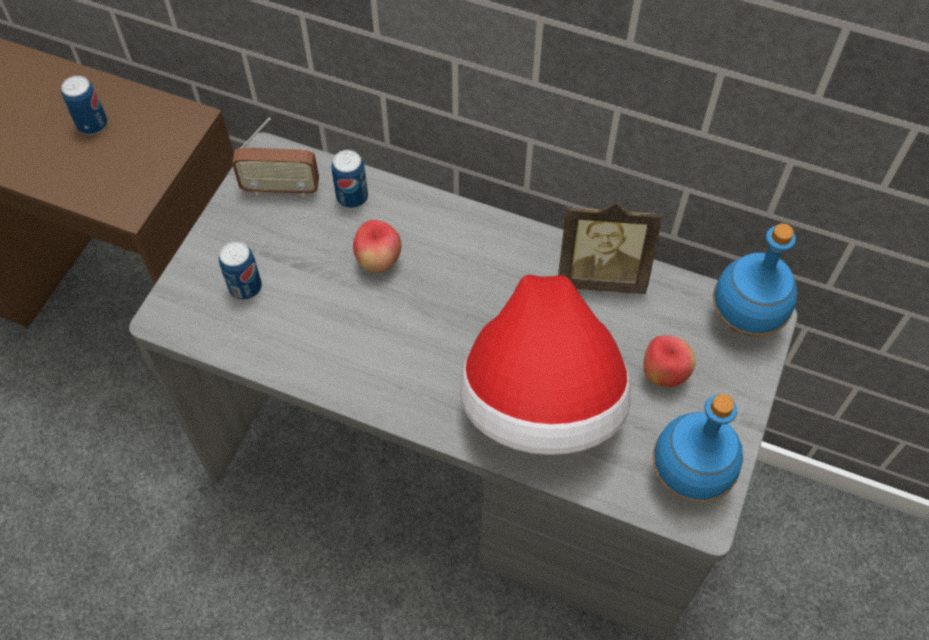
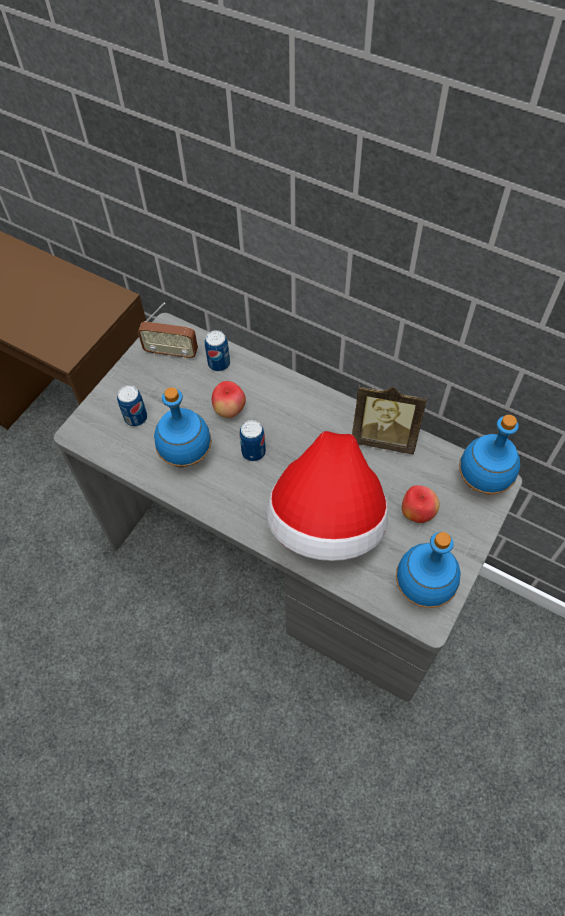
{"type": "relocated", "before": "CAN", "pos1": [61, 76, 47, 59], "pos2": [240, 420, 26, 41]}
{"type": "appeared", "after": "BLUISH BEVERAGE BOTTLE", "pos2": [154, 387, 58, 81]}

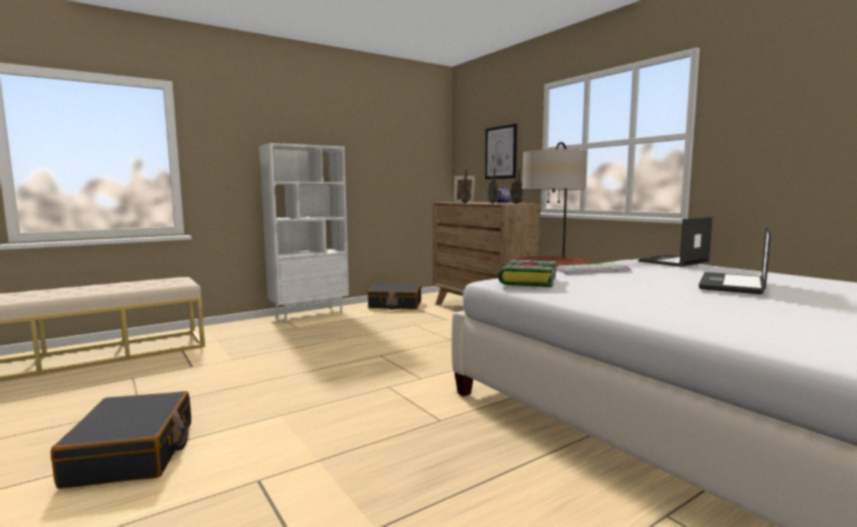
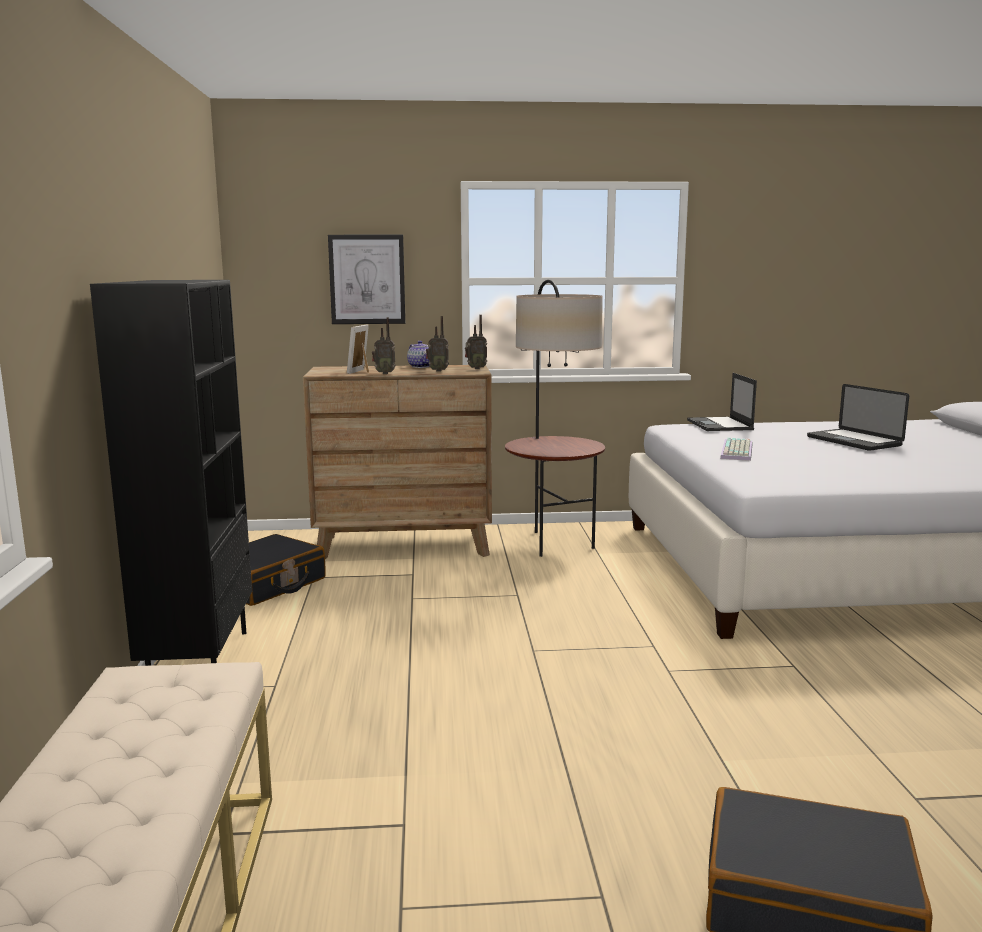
{"type": "colour", "before": "WHITE BOOKSHELF", "after": "BLACKISH BOOKSHELF", "pos1": [259, 143, 90, 180], "pos2": [90, 280, 162, 386]}
{"type": "missing", "before": "BOOK", "pos1": [498, 260, 59, 27]}

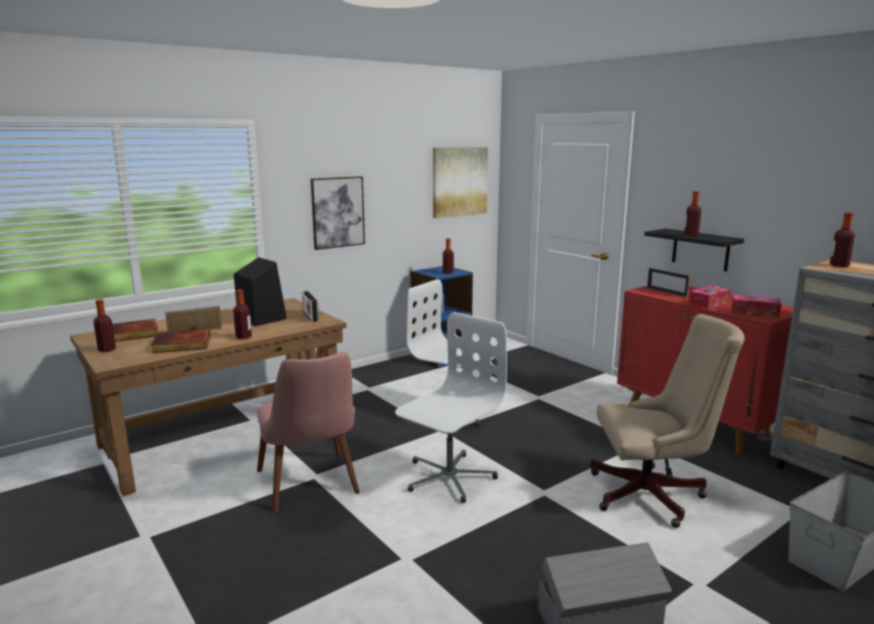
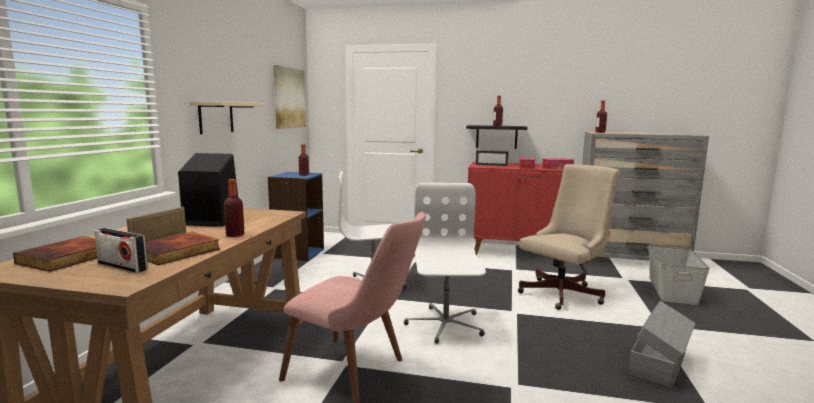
{"type": "missing", "before": "BEVERAGE BOTTLE", "pos1": [93, 299, 23, 53]}
{"type": "relocated", "before": "RADIO SET", "pos1": [302, 291, 17, 31], "pos2": [94, 228, 54, 45]}
{"type": "exchanged", "before": "PICTURE", "after": "BEIGE-COLOURED WALL SHELF", "pos1": [311, 176, 54, 74], "pos2": [190, 101, 75, 33]}

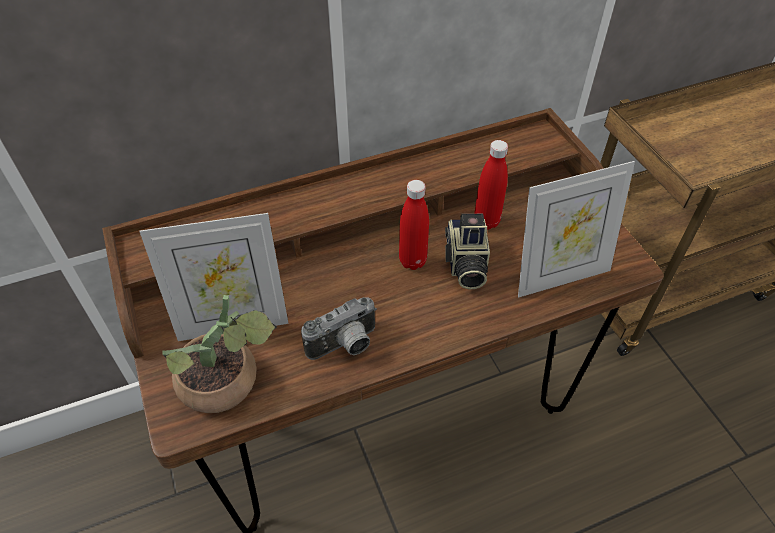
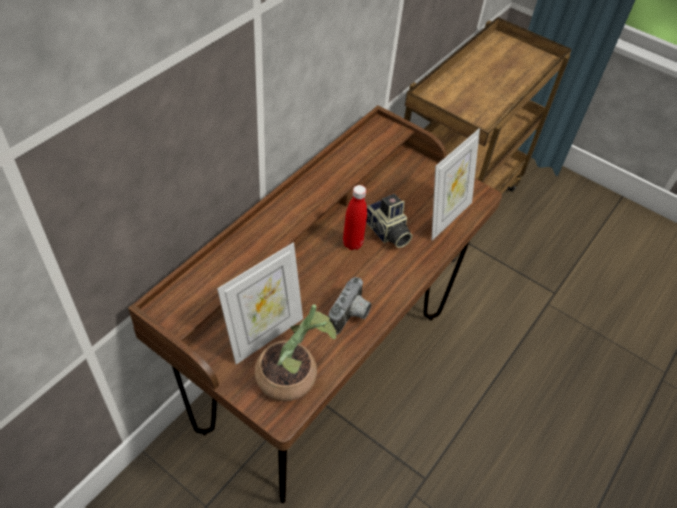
{"type": "missing", "before": "RED-COLOURED BEVERAGE BOTTLE", "pos1": [474, 140, 34, 90]}

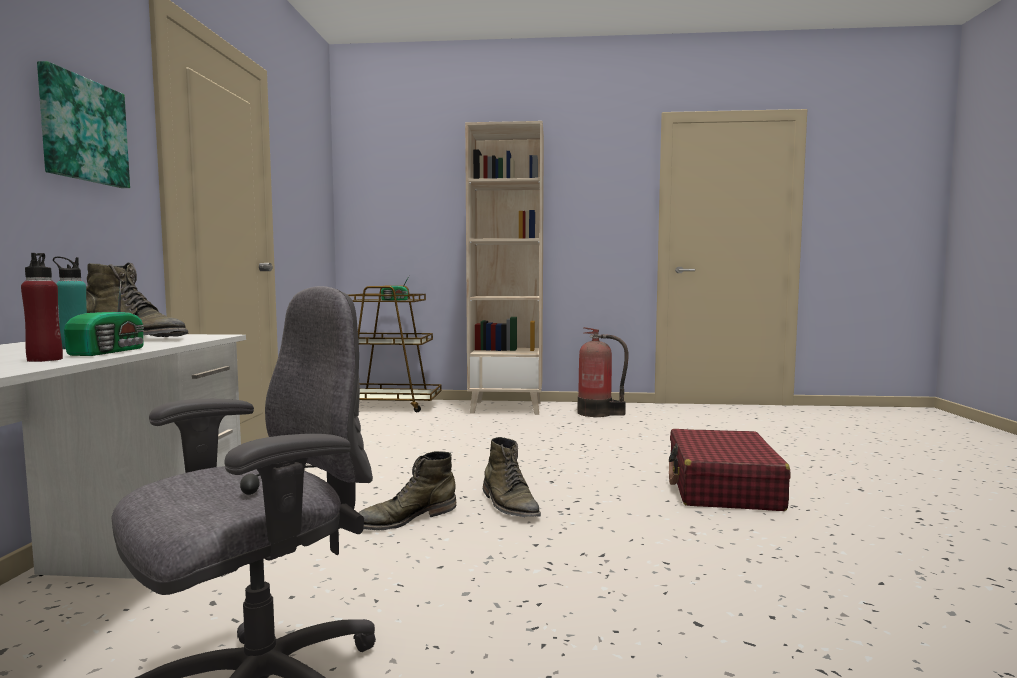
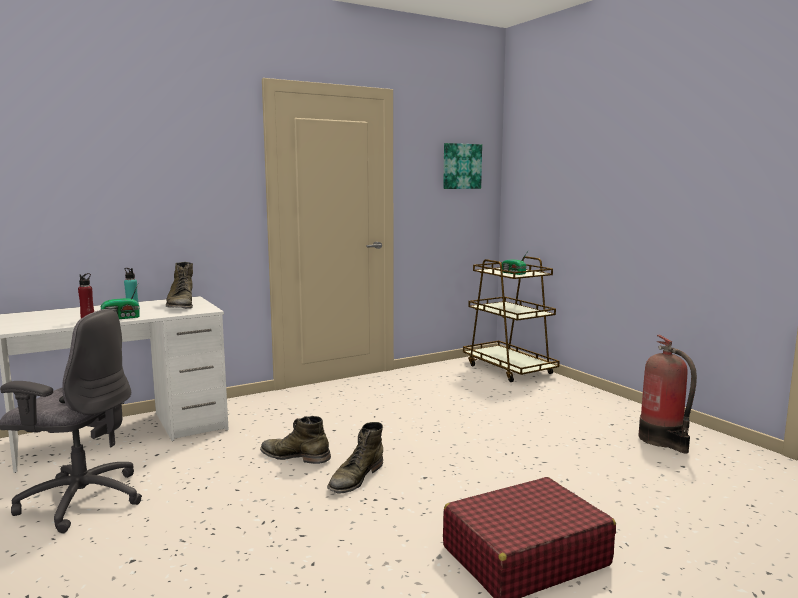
{"type": "relocated", "before": "PICTURE", "pos1": [37, 61, 93, 127], "pos2": [443, 143, 39, 46]}
{"type": "missing", "before": "BEIGE-COLOURED BOOKSHELF", "pos1": [465, 121, 79, 294]}

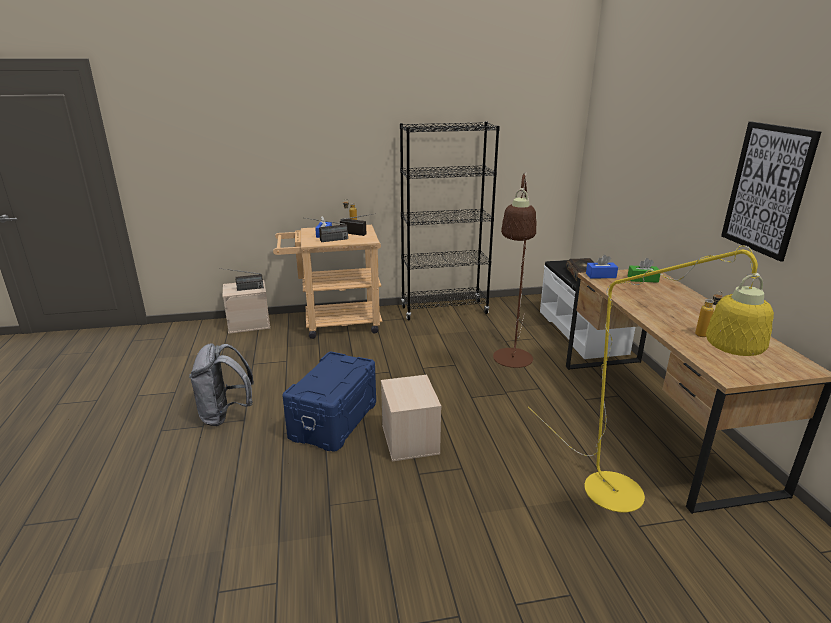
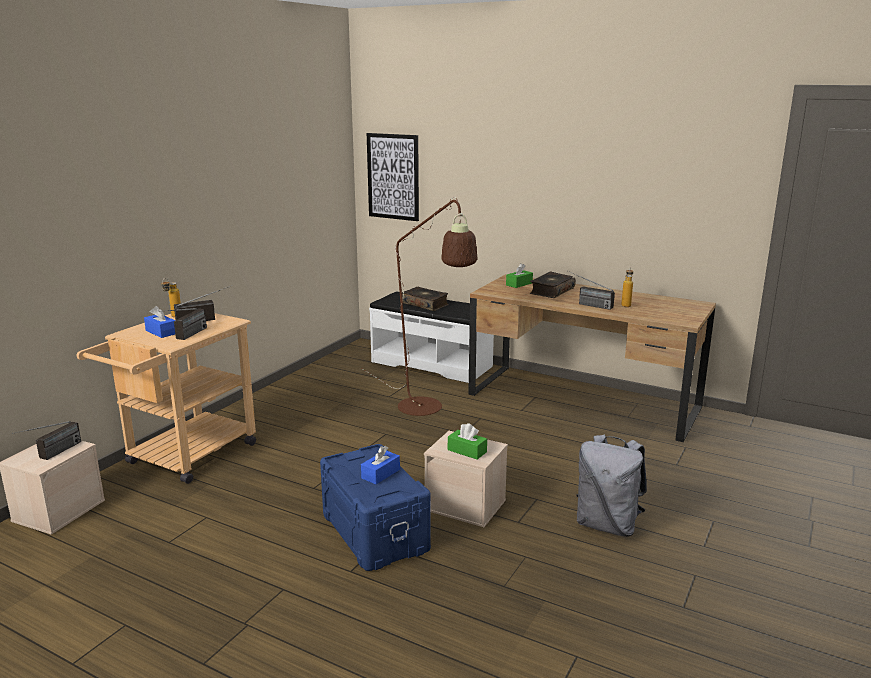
{"type": "relocated", "before": "GREY RUCKSACK", "pos1": [189, 343, 65, 83], "pos2": [576, 434, 71, 103]}
{"type": "missing", "before": "BLACKISH BOOKSHELF", "pos1": [400, 122, 100, 198]}
{"type": "missing", "before": "YELLOW STANDARD LAMP", "pos1": [528, 246, 246, 267]}
{"type": "relocated", "before": "BLUISH TISSUE HOLDER", "pos1": [586, 255, 32, 24], "pos2": [361, 446, 39, 38]}
{"type": "relocated", "before": "PICTURE", "pos1": [721, 122, 100, 140], "pos2": [367, 133, 52, 88]}
{"type": "appeared", "after": "GREEN-COLOURED TISSUE HOLDER", "pos2": [448, 423, 39, 36]}
{"type": "appeared", "after": "BOOK", "pos2": [530, 272, 46, 26]}
{"type": "appeared", "after": "RADIO SET", "pos2": [568, 271, 47, 39]}

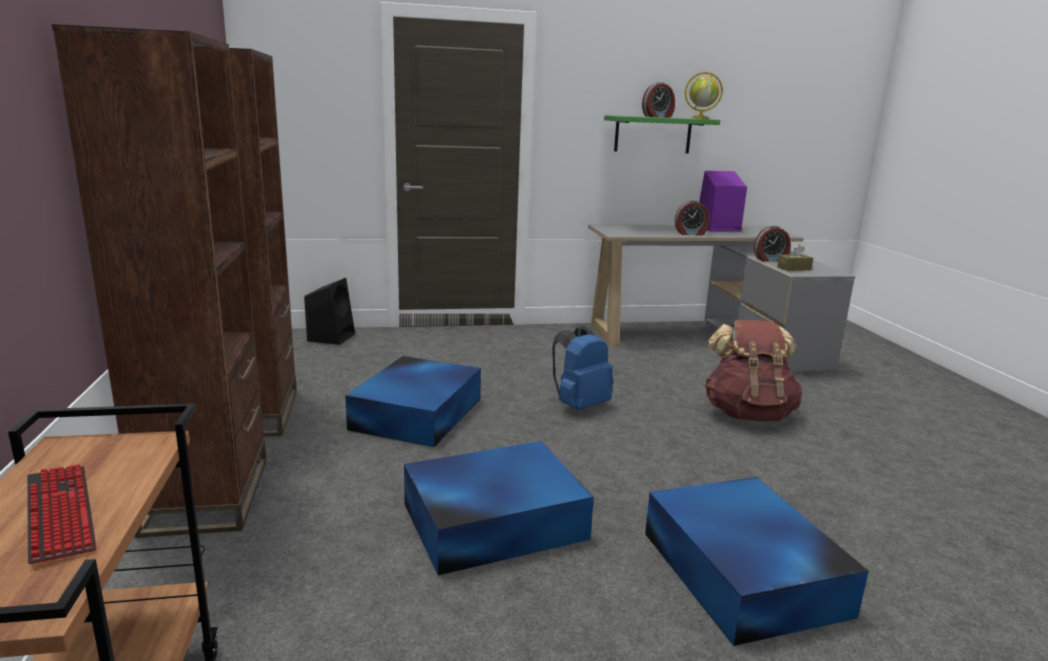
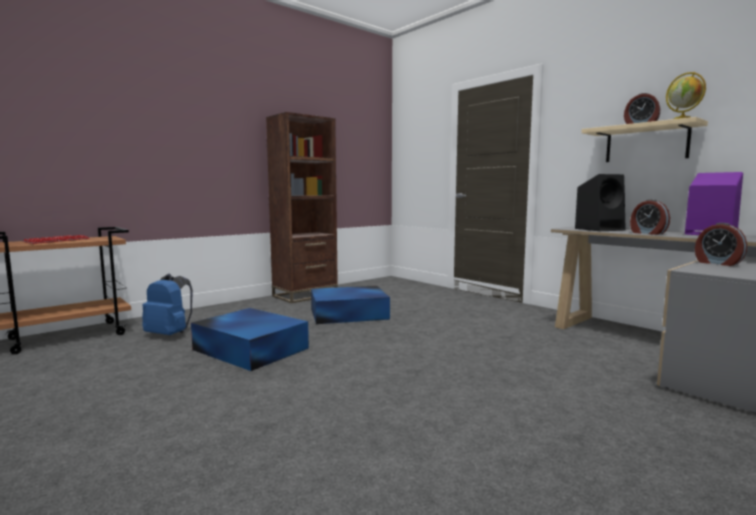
{"type": "missing", "before": "BROWNISH BOOKSHELF", "pos1": [52, 24, 215, 514]}
{"type": "relocated", "before": "BLACKISH LOUDSPEAKER", "pos1": [304, 278, 51, 67], "pos2": [575, 174, 51, 57]}
{"type": "relocated", "before": "BLUISH RUCKSACK", "pos1": [552, 326, 61, 84], "pos2": [142, 274, 51, 61]}
{"type": "colour", "before": "GREEN-COLOURED WALL SHELF", "after": "BEIGE-COLOURED WALL SHELF", "pos1": [604, 115, 116, 38], "pos2": [581, 117, 127, 45]}
{"type": "missing", "before": "BLUISH STORAGE BOX", "pos1": [645, 477, 224, 169]}
{"type": "missing", "before": "BROWNISH RUCKSACK", "pos1": [704, 320, 99, 102]}
{"type": "missing", "before": "BROWNISH TISSUE HOLDER", "pos1": [777, 244, 36, 27]}

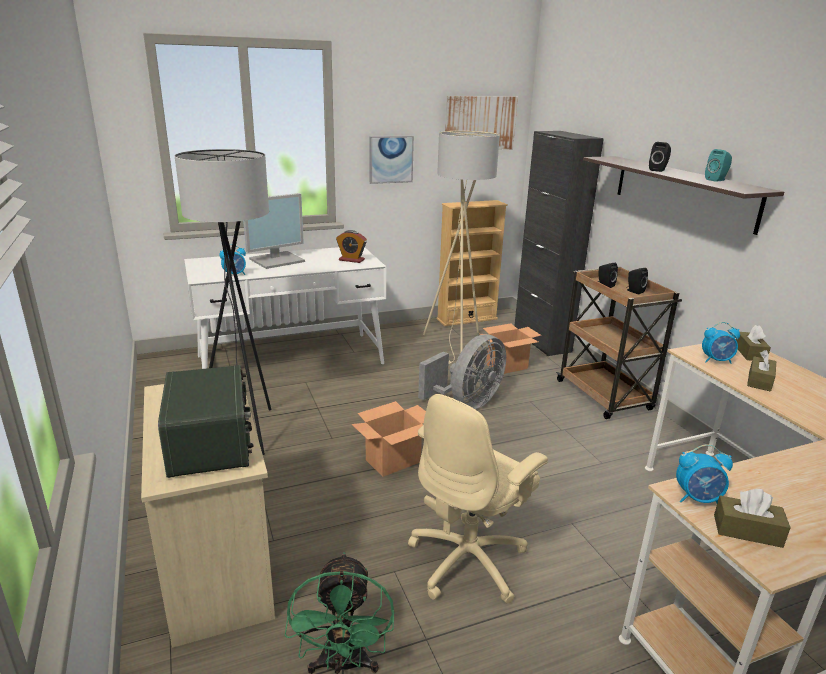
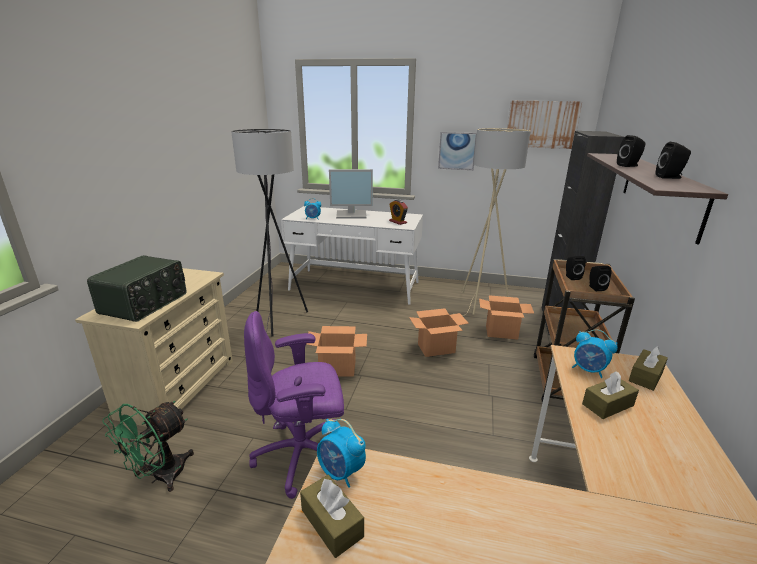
{"type": "colour", "before": "BEIGE-COLOURED DESK CHAIR", "after": "PURPLISH DESK CHAIR", "pos1": [408, 394, 140, 210], "pos2": [244, 311, 100, 188]}
{"type": "exchanged", "before": "GREY FAN", "after": "CARDBOARD BOX", "pos1": [418, 334, 88, 75], "pos2": [409, 308, 60, 49]}
{"type": "missing", "before": "BEIGE-COLOURED BOOKSHELF", "pos1": [437, 200, 71, 126]}
{"type": "colour", "before": "TURQUOISE LOUDSPEAKER", "after": "BLACKISH LOUDSPEAKER", "pos1": [705, 149, 27, 33], "pos2": [656, 142, 35, 37]}

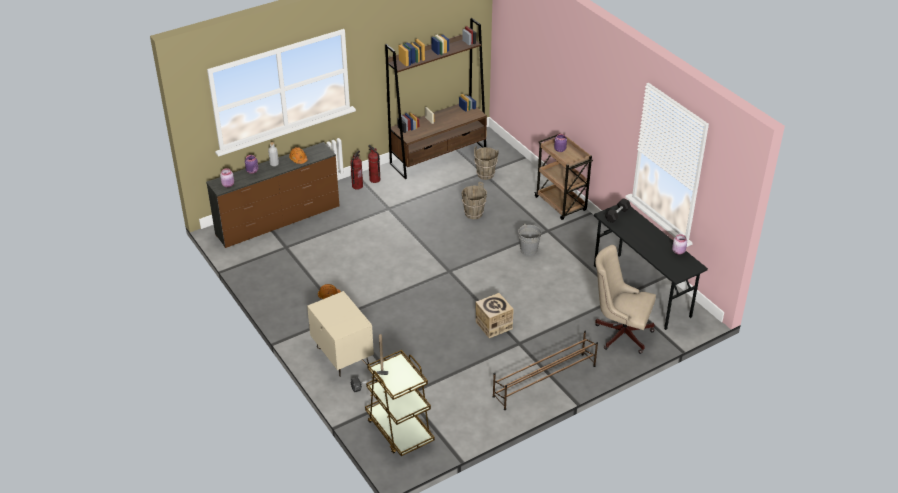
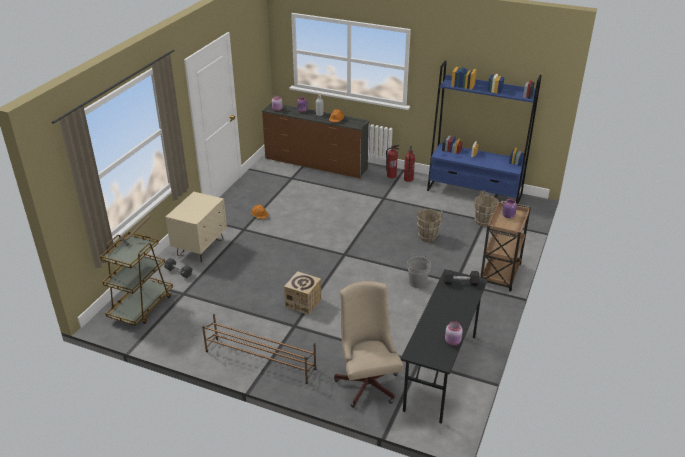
{"type": "colour", "before": "BROWNISH BOOKSHELF", "after": "BLUISH BOOKSHELF", "pos1": [385, 18, 102, 161], "pos2": [427, 61, 115, 145]}

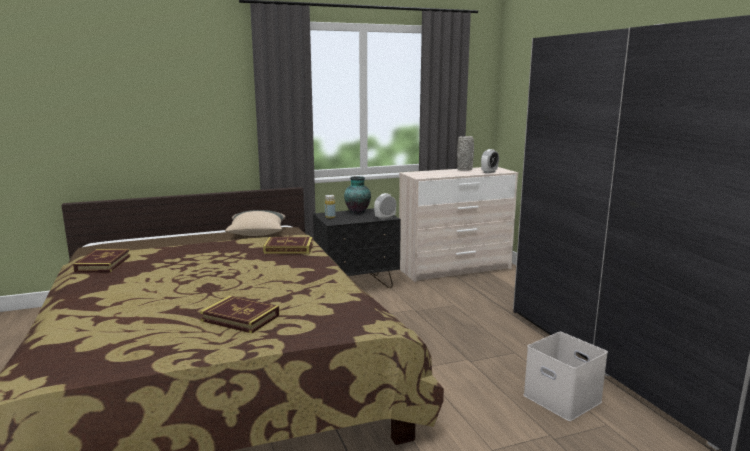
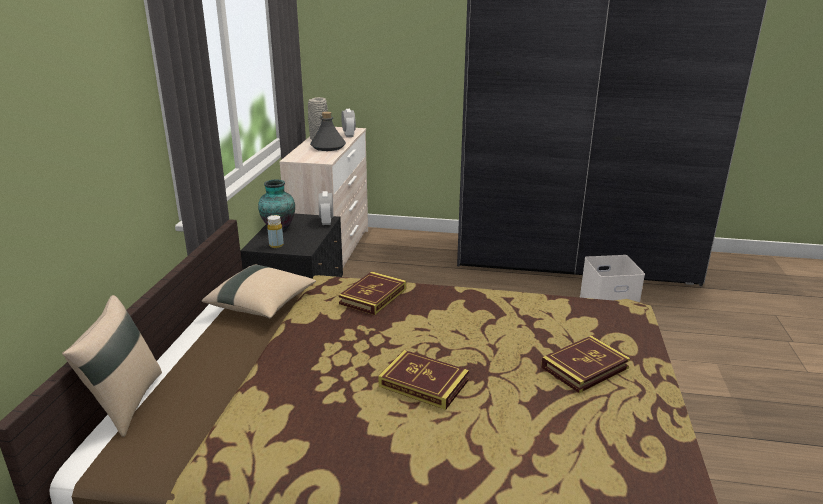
{"type": "relocated", "before": "BOOK", "pos1": [73, 249, 58, 24], "pos2": [378, 350, 91, 60]}
{"type": "appeared", "after": "BEIGE-COLOURED THROW PILLOW", "pos2": [62, 295, 100, 142]}
{"type": "appeared", "after": "GREY BEVERAGE BOTTLE", "pos2": [310, 112, 36, 39]}

